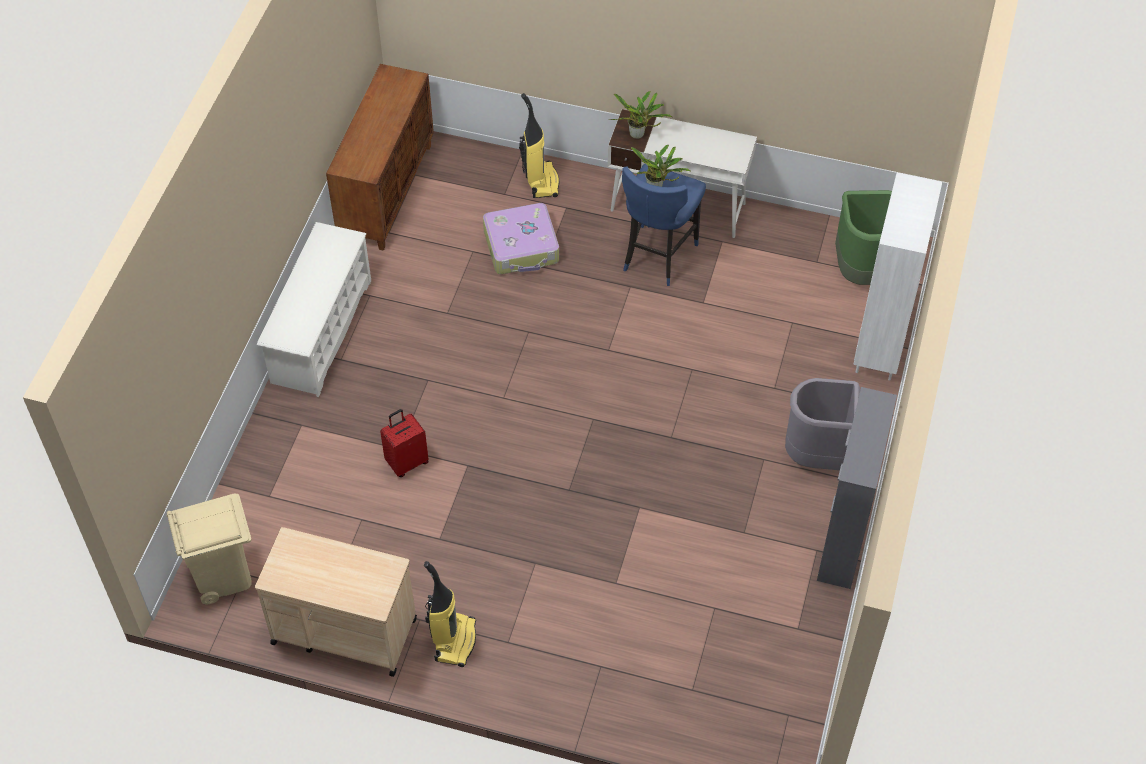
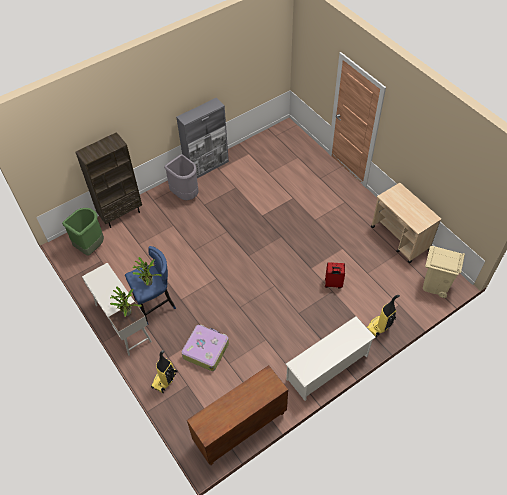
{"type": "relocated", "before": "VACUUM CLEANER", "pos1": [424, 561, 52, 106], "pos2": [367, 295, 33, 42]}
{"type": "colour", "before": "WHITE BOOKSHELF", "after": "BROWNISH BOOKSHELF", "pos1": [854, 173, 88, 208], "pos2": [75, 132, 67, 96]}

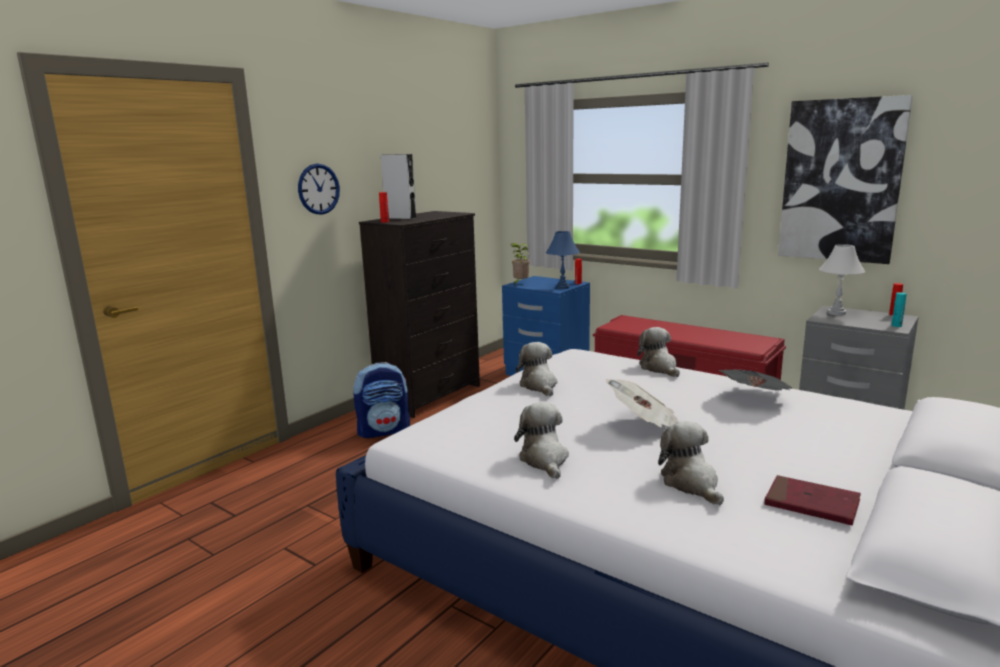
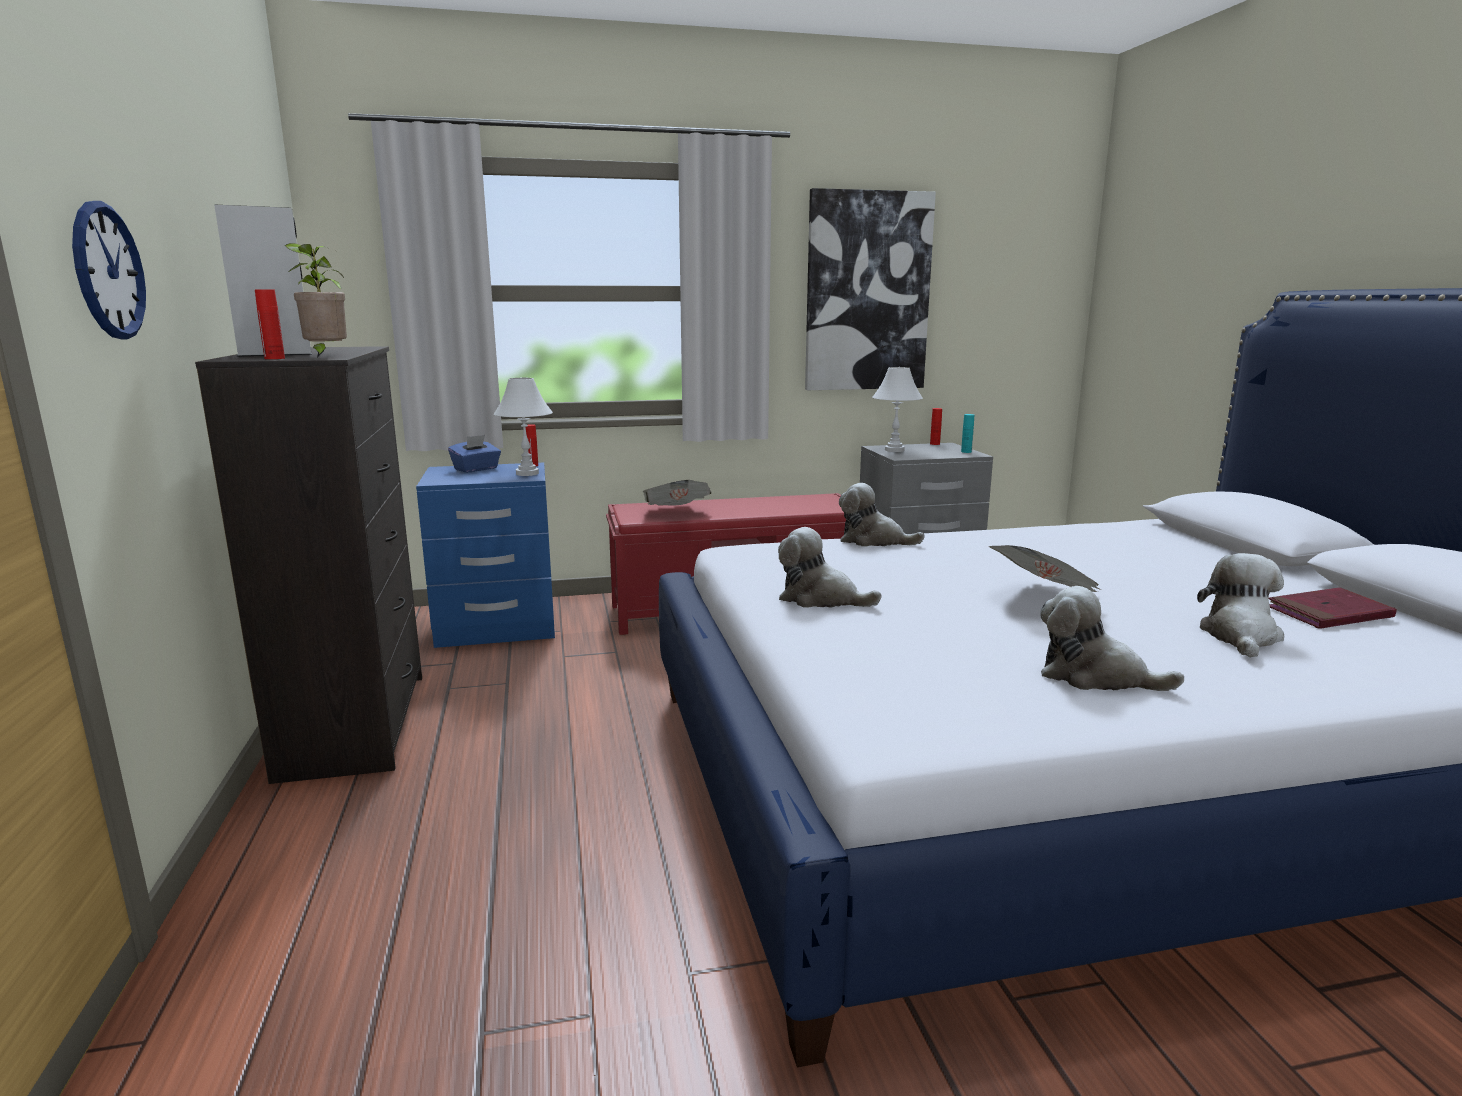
{"type": "missing", "before": "RUCKSACK", "pos1": [353, 362, 57, 76]}
{"type": "relocated", "before": "HOUSEPLANT", "pos1": [510, 243, 20, 42], "pos2": [285, 243, 62, 115]}
{"type": "colour", "before": "BLUISH LAMP FOR A TABLE", "after": "WHITE LAMP FOR A TABLE", "pos1": [546, 231, 34, 58], "pos2": [494, 378, 59, 98]}
{"type": "spun", "before": "CUDDLY TOY", "pos1": [658, 421, 66, 84], "pos2": [1197, 553, 87, 105], "turn": 90}
{"type": "relocated", "before": "DAILY PAPER", "pos1": [718, 370, 75, 21], "pos2": [643, 480, 69, 26]}
{"type": "appeared", "after": "BLUISH TISSUE HOLDER", "pos2": [448, 435, 53, 38]}

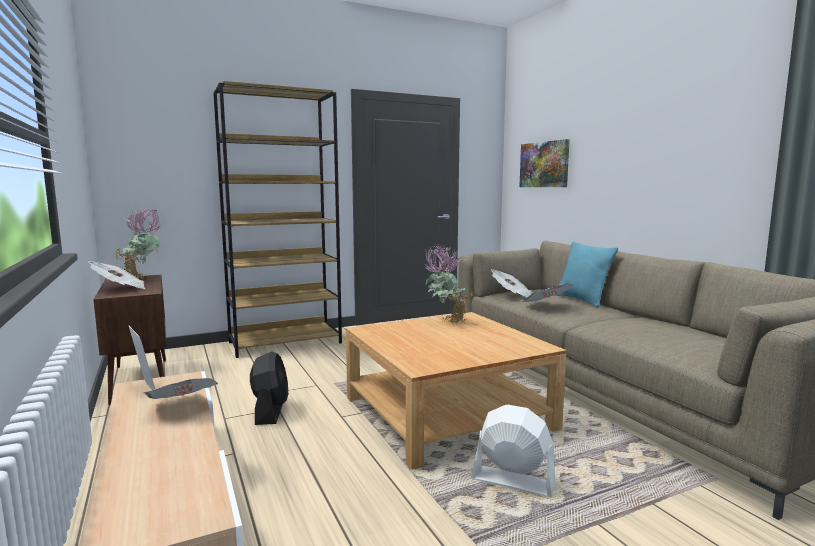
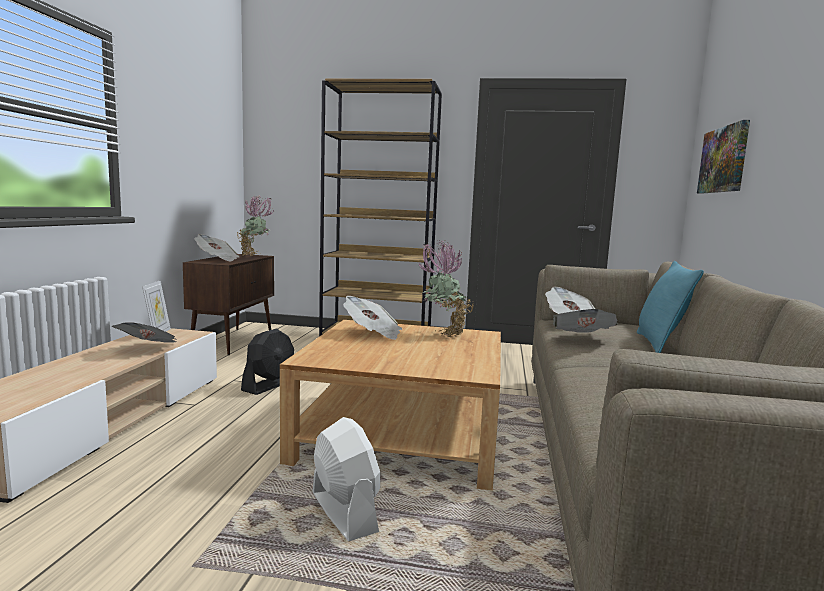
{"type": "appeared", "after": "DAILY PAPER", "pos2": [343, 296, 59, 44]}

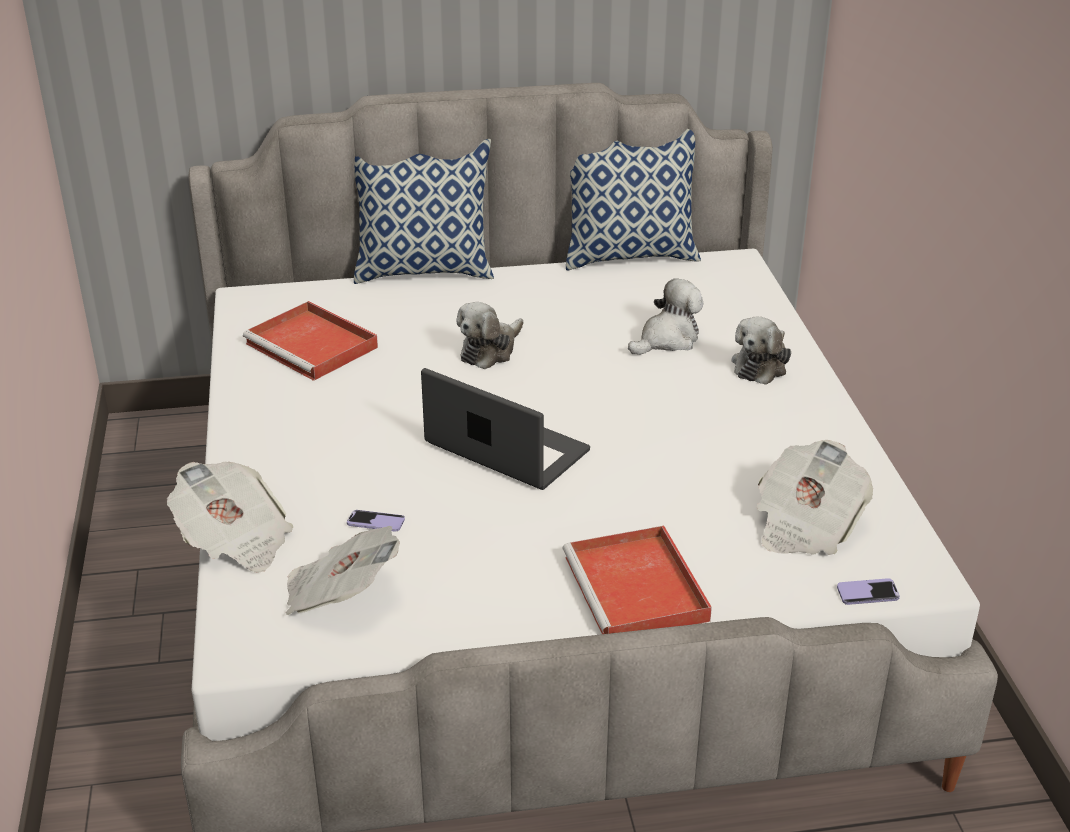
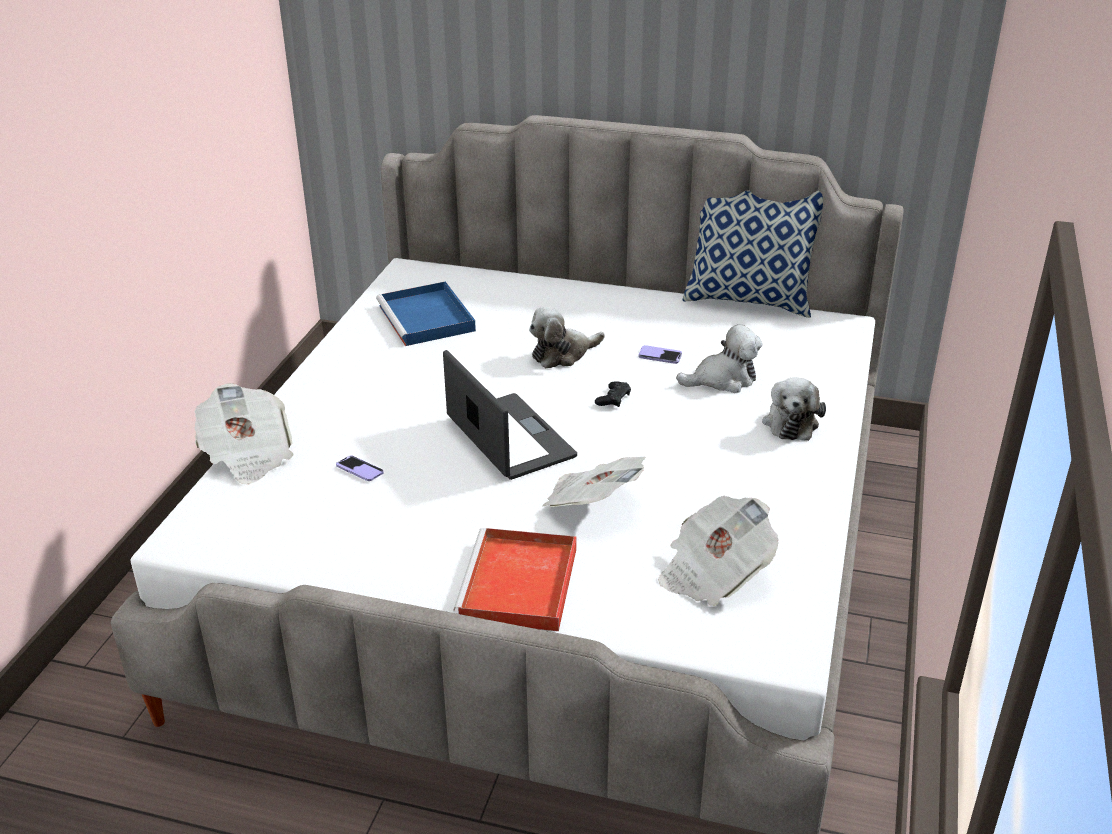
{"type": "colour", "before": "RED-COLOURED SERVING TRAY", "after": "BLUISH SERVING TRAY", "pos1": [243, 301, 135, 80], "pos2": [376, 281, 100, 65]}
{"type": "relocated", "before": "DAILY PAPER", "pos1": [286, 526, 114, 89], "pos2": [543, 457, 103, 50]}
{"type": "missing", "before": "THROW PILLOW", "pos1": [354, 139, 140, 145]}
{"type": "spun", "before": "CUDDLY TOY", "pos1": [732, 317, 59, 68], "pos2": [762, 377, 64, 64], "turn": -45}
{"type": "relocated", "before": "PHONE", "pos1": [837, 578, 63, 27], "pos2": [638, 345, 44, 19]}
{"type": "appeared", "after": "BLACKISH GAME CONTROLLER", "pos2": [595, 381, 36, 26]}

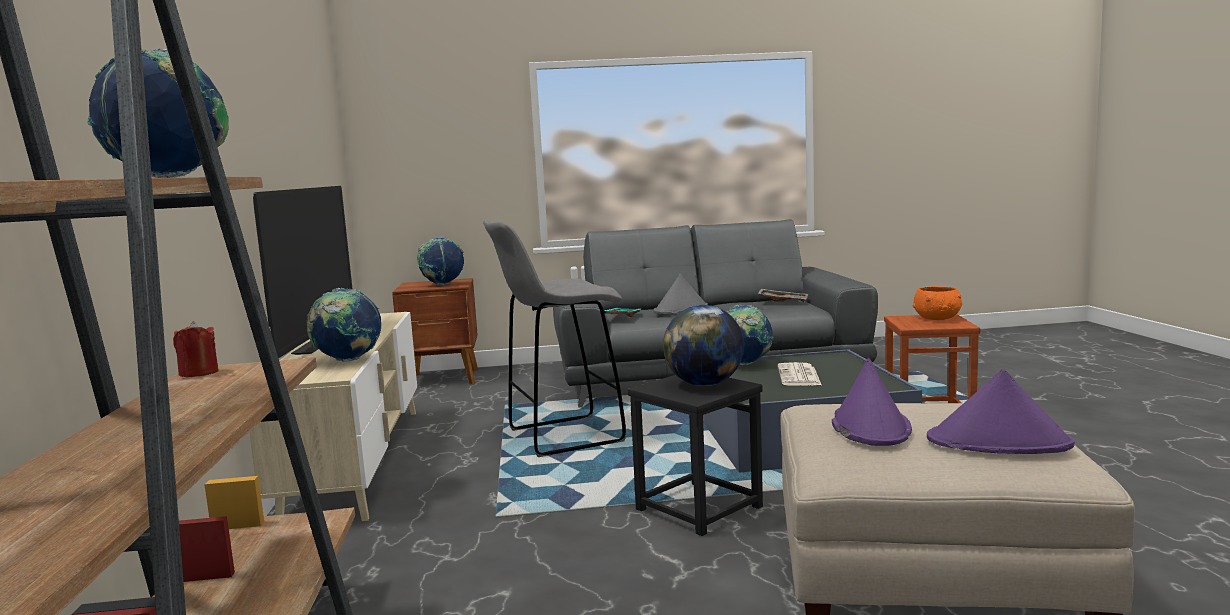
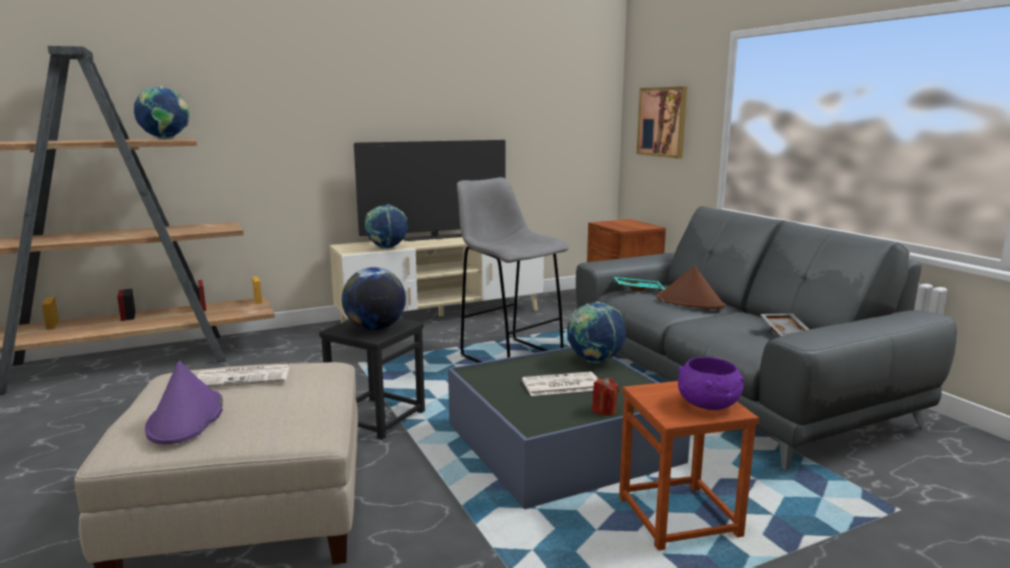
{"type": "relocated", "before": "RED-COLOURED WAX CANDLE", "pos1": [173, 321, 46, 56], "pos2": [592, 378, 27, 38]}
{"type": "missing", "before": "WORLD GLOBE", "pos1": [417, 237, 47, 48]}
{"type": "colour", "before": "GREY HAT", "after": "BROWNISH HAT", "pos1": [654, 274, 54, 40], "pos2": [657, 266, 69, 43]}
{"type": "exchanged", "before": "PURPLISH HAT", "after": "DAILY PAPER", "pos1": [832, 358, 80, 88], "pos2": [197, 365, 92, 22]}
{"type": "colour", "before": "ORANGEY DEEP DISH", "after": "PURPLISH DEEP DISH", "pos1": [913, 286, 49, 34], "pos2": [678, 357, 66, 53]}
{"type": "appeared", "after": "PICTURE", "pos2": [637, 86, 50, 73]}

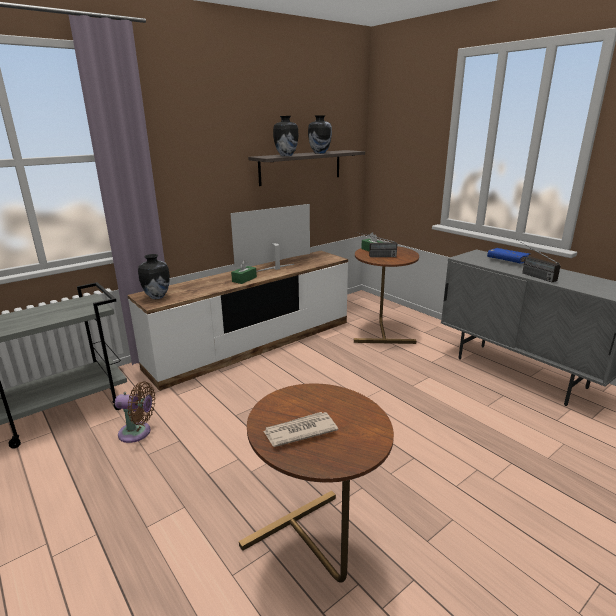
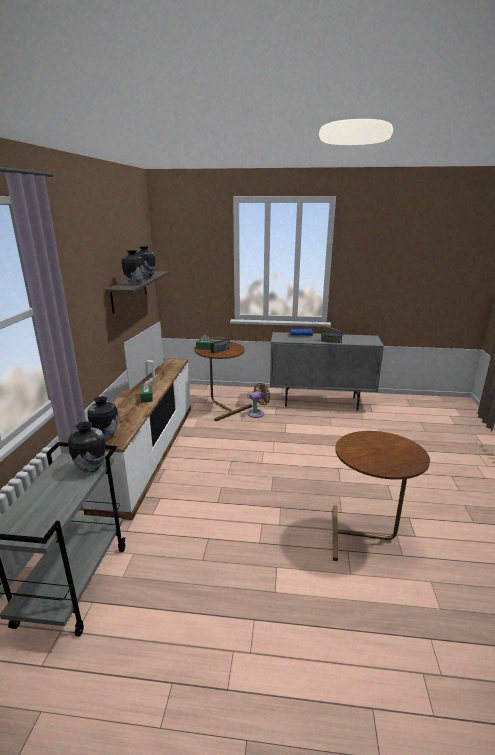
{"type": "relocated", "before": "BROWNISH FAN", "pos1": [115, 381, 41, 62], "pos2": [247, 383, 24, 35]}
{"type": "missing", "before": "DAILY PAPER", "pos1": [263, 412, 75, 35]}
{"type": "appeared", "after": "VASE", "pos2": [68, 422, 38, 51]}

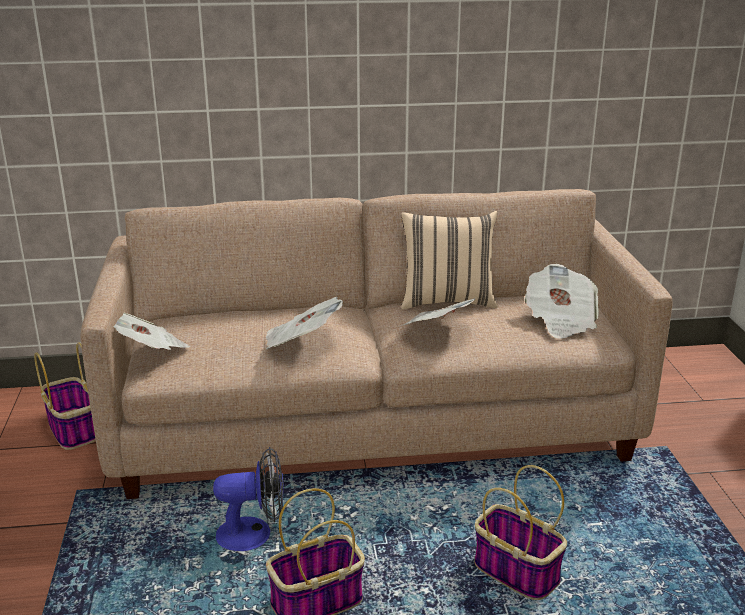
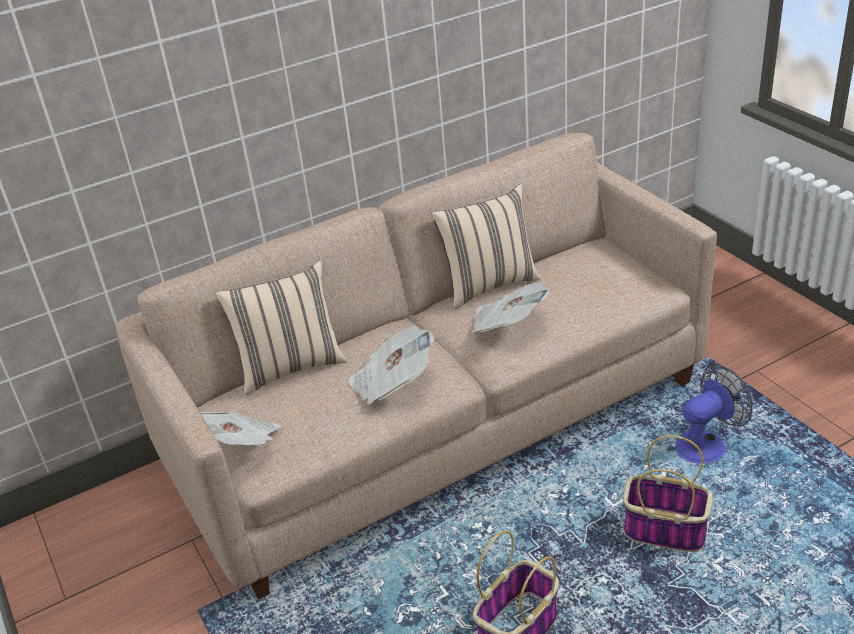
{"type": "missing", "before": "BASKET", "pos1": [34, 342, 62, 108]}
{"type": "relocated", "before": "FAN", "pos1": [213, 447, 71, 104], "pos2": [675, 364, 78, 100]}
{"type": "missing", "before": "DAILY PAPER", "pos1": [524, 264, 75, 75]}
{"type": "appeared", "after": "BEIGE-COLOURED THROW PILLOW", "pos2": [215, 261, 133, 135]}

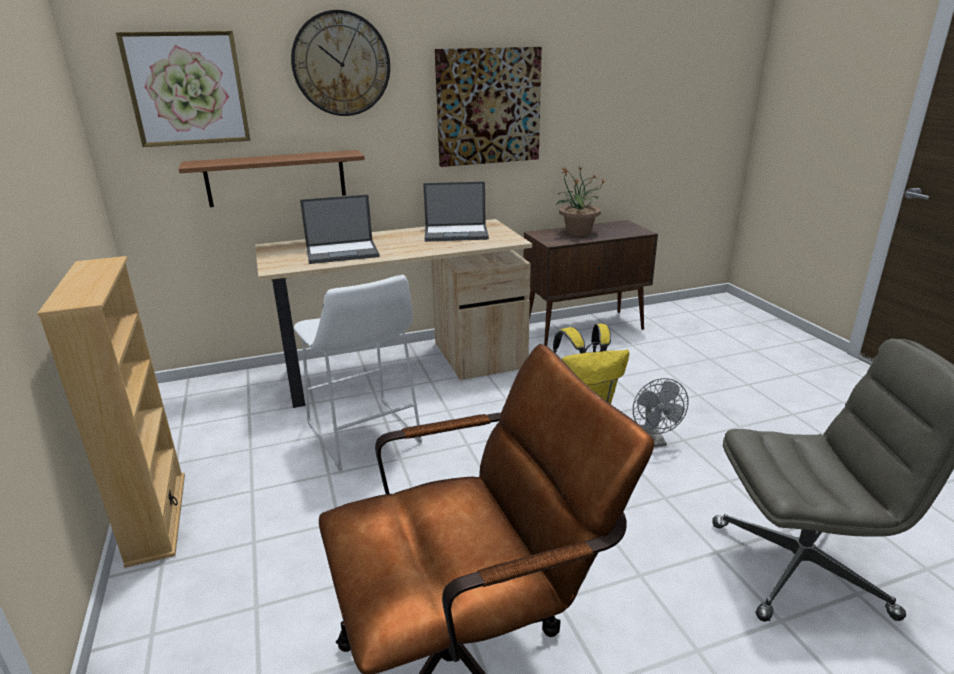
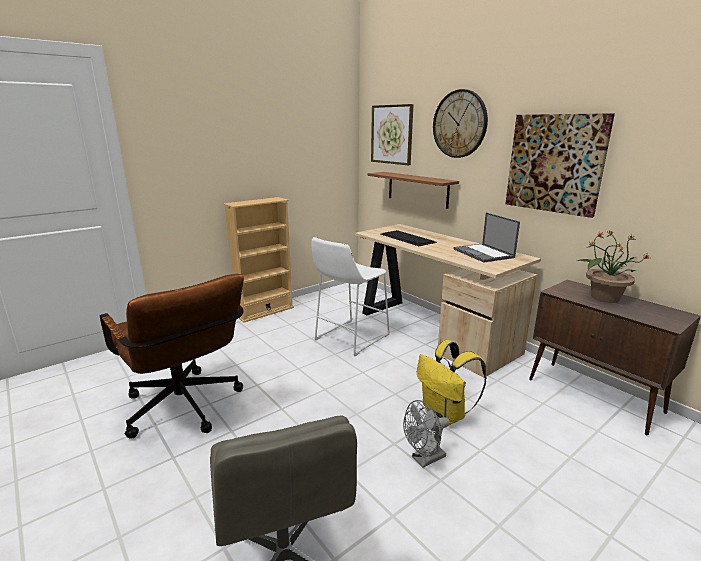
{"type": "exchanged", "before": "PORTABLE COMPUTER", "after": "COMPUTER KEYBOARD", "pos1": [300, 194, 80, 70], "pos2": [381, 230, 56, 16]}

